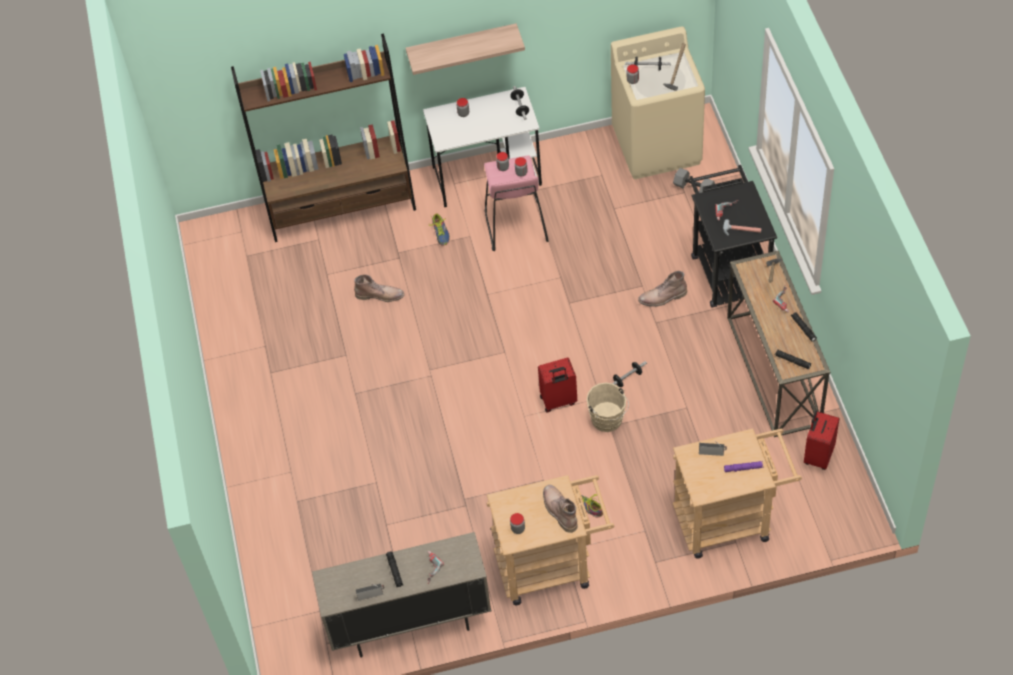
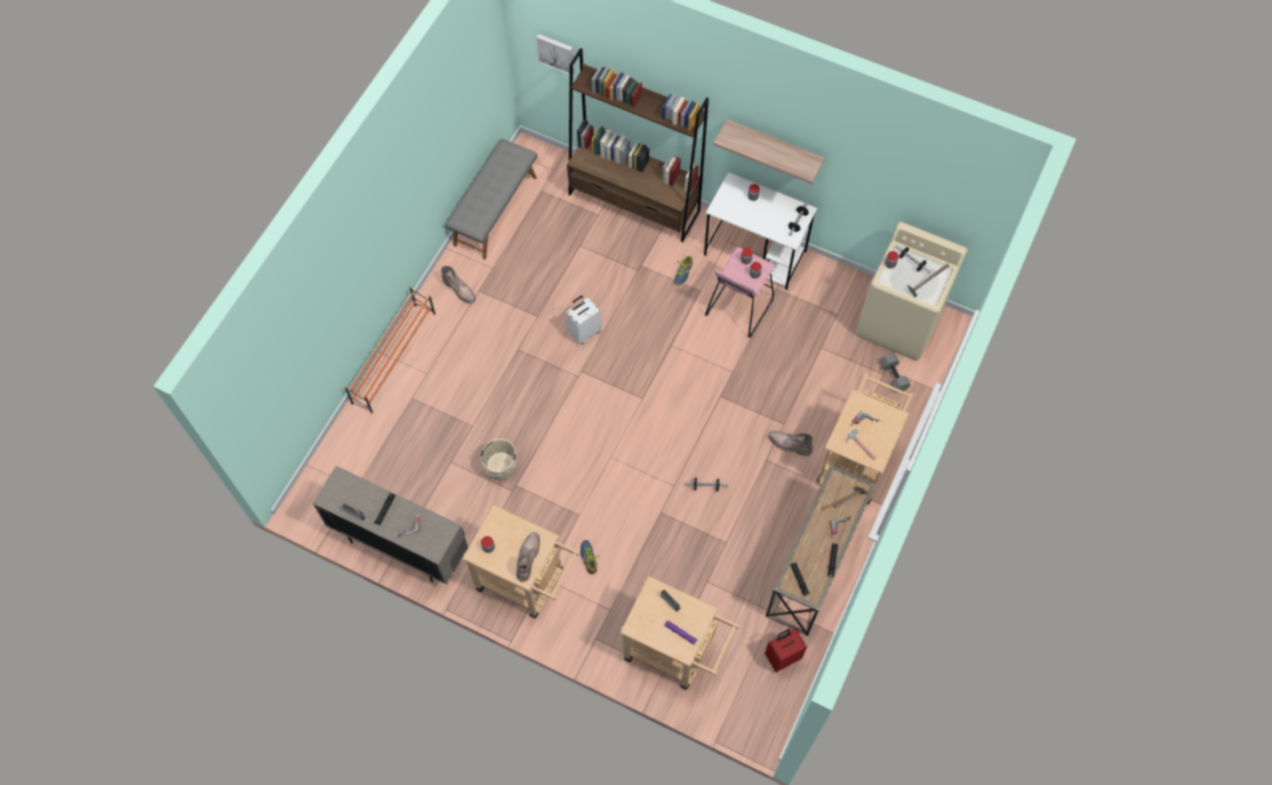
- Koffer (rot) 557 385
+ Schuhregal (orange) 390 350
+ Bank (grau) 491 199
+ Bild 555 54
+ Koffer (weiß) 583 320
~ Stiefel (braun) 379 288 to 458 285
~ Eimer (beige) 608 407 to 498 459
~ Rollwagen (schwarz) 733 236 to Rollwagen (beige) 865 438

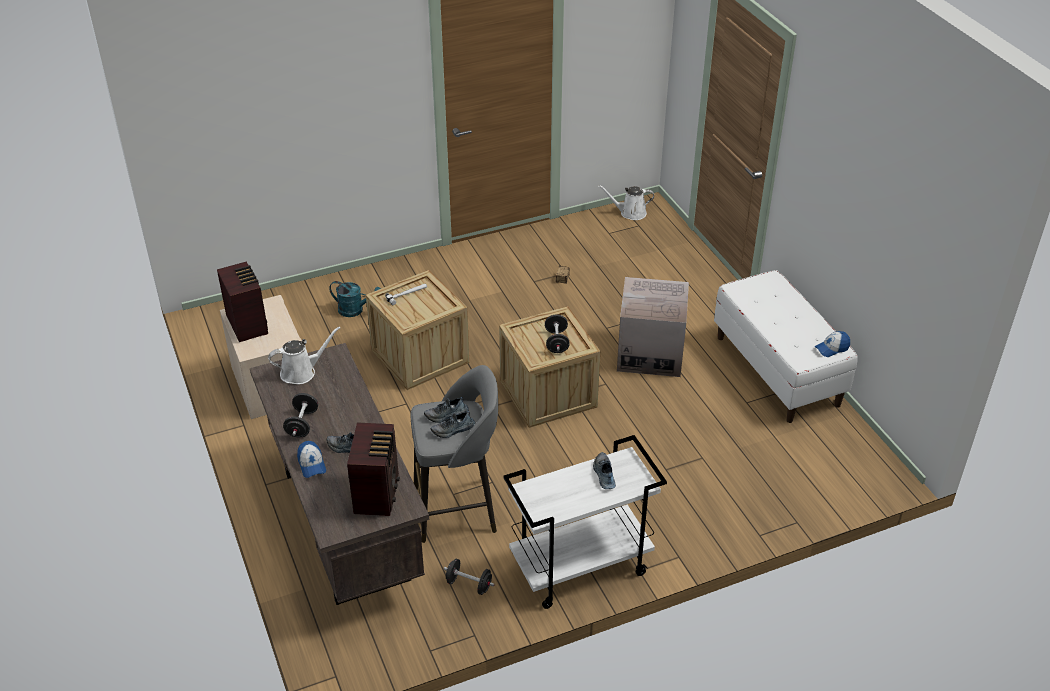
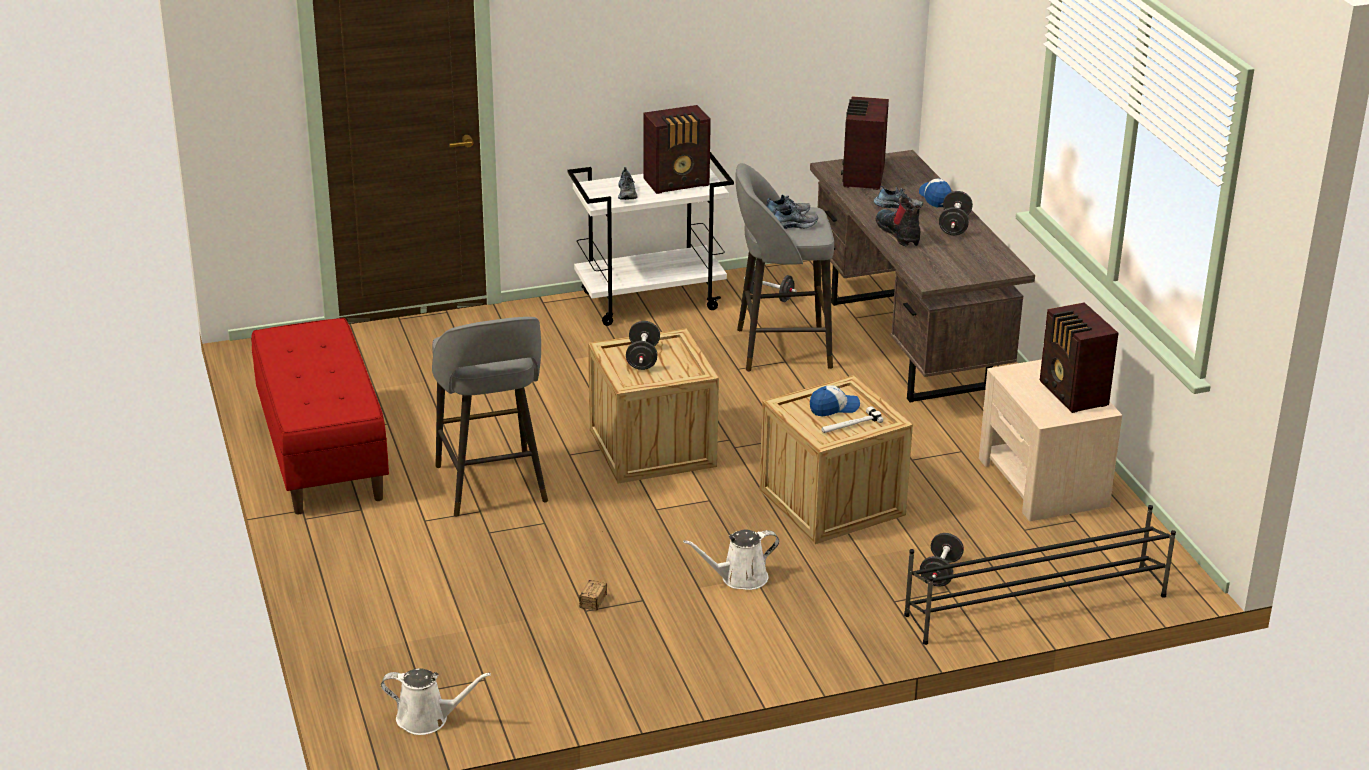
+ Radio 677 149
+ Stiefel 898 221
+ Schuhregal (schwarz) 1040 575
~ Gießkanne (weiß) 304 355 to 731 560
~ Kappe 832 344 to 835 401
~ Gießkanne (türkis) 355 299 to Hantel (schwarz) 942 560
~ Karton 653 327 to Hocker (grau) 490 417
~ Bank (weiß) 786 346 to Bank (rot) 320 416

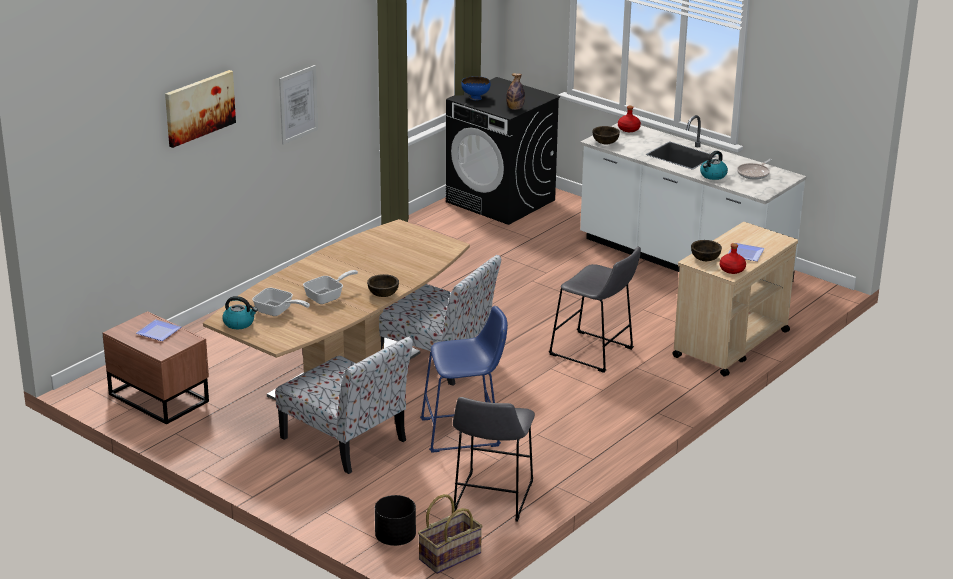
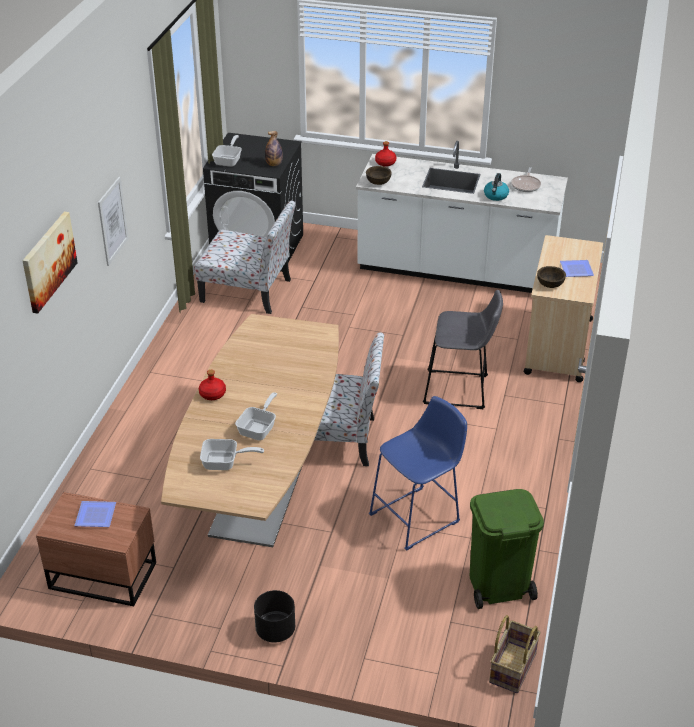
- Wasserkessel 240 312
- Schüssel (braun) 383 285
~ Stuhl 344 405 to 245 257
~ Pflanzkübel (schwarz) 395 520 to 274 616
~ Flasche (rot) 733 258 to 212 385
~ Hocker (grau) 494 459 to Mülleimer (grün) 507 549
~ Schüssel (blau) 475 88 to Pfanne 227 151

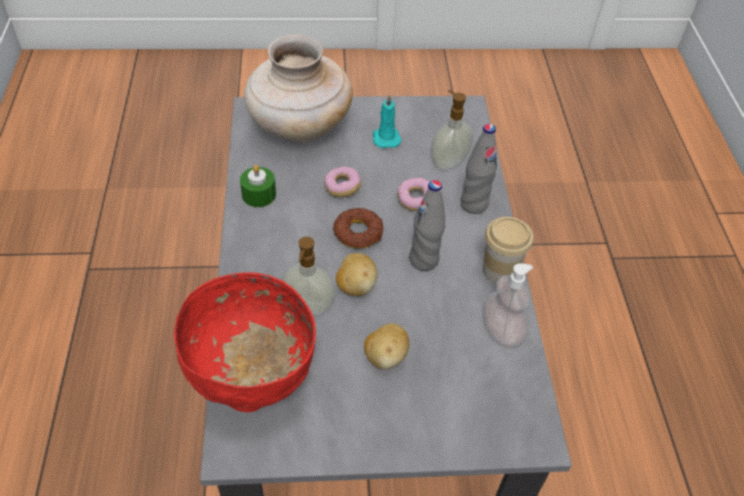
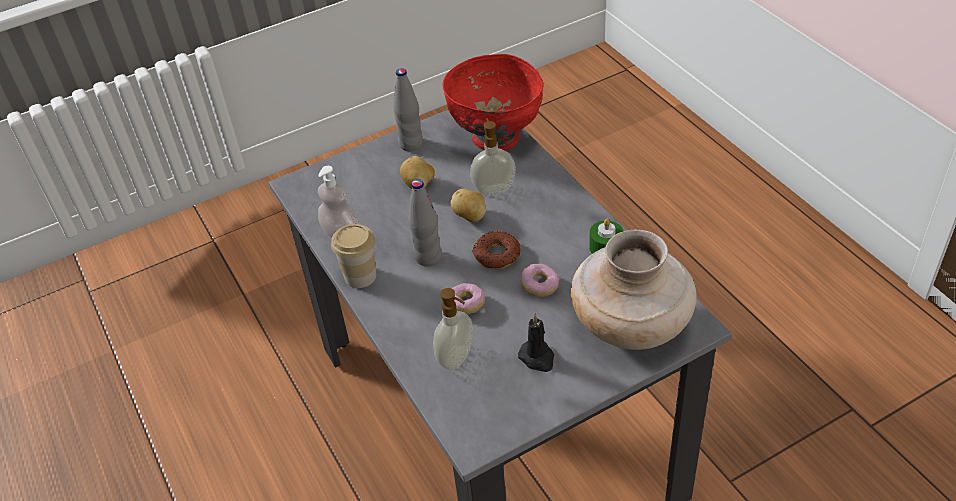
~ Flasche (grau) 478 169 to 408 109
~ Kerze (türkis) 387 121 to Kerze (schwarz) 536 343

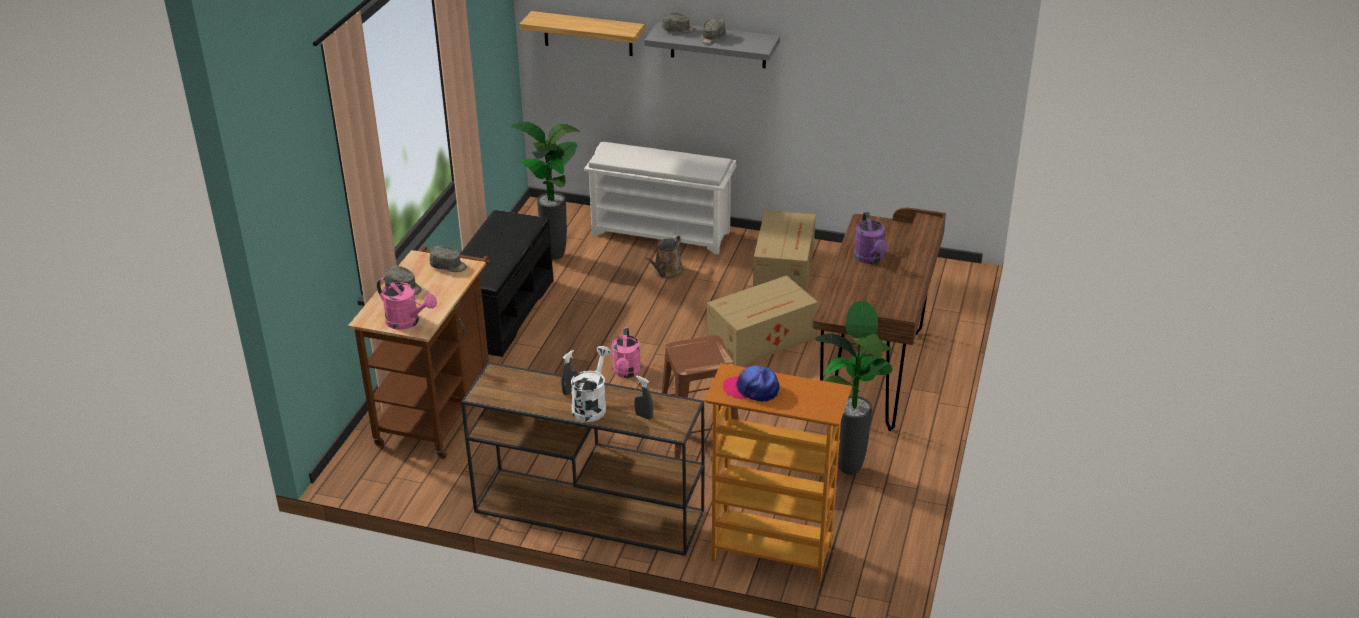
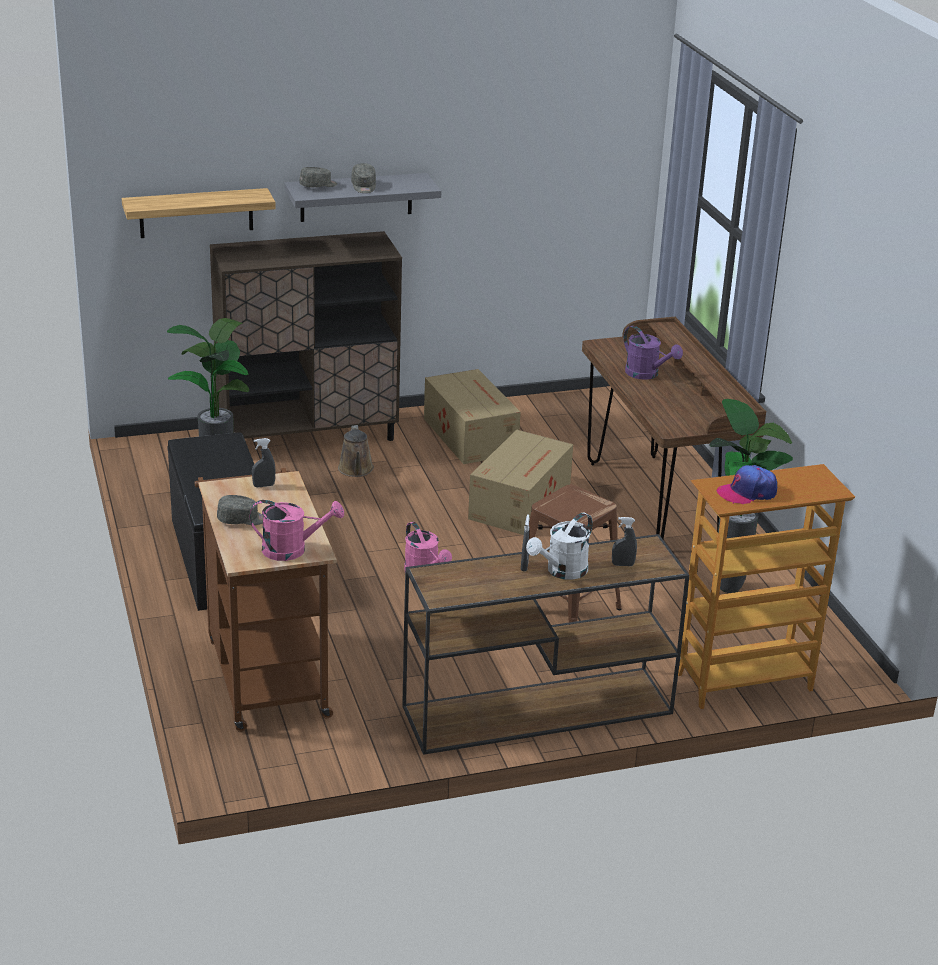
~ Kappe (grau) 448 259 to Sprühflasche (grau) 264 462
~ Schuhregal (weiß) 660 198 to Schrank (braun) 306 336
~ Gießkanne (weiß) 591 384 = 559 546 120 degrees counterclockwise

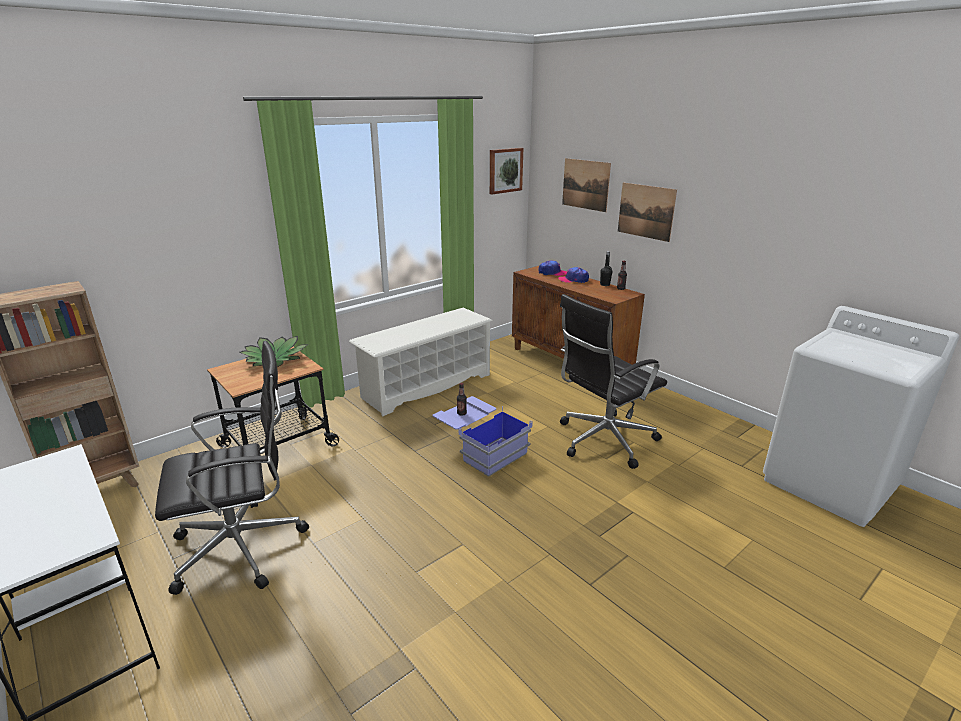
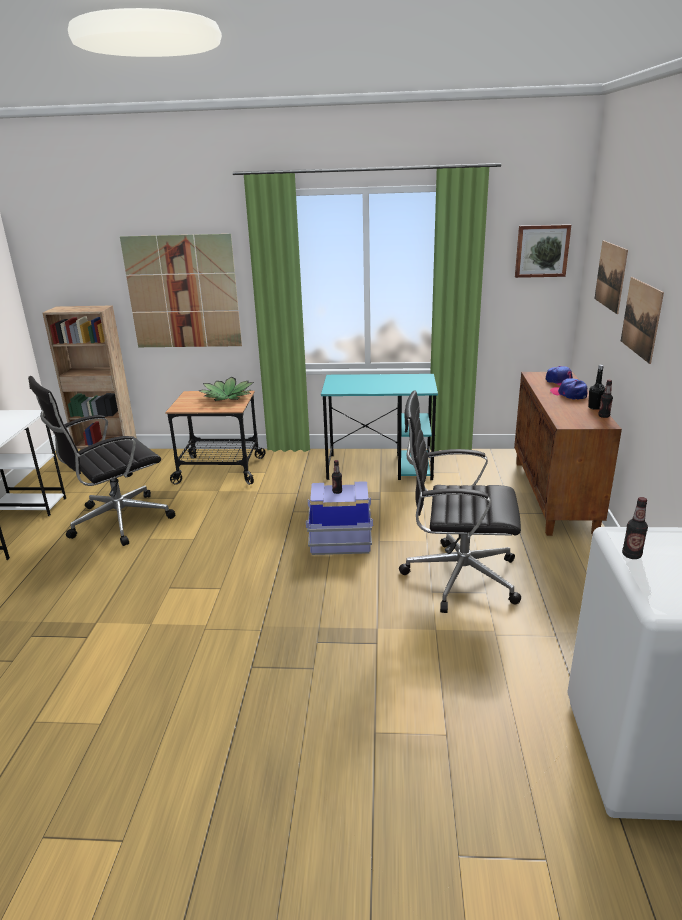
+ Bild 181 290
+ Flasche 635 528
~ Schuhregal (weiß) 421 362 to Schreibtisch (türkis) 379 427
~ Bürostuhl (schwarz) 232 468 = 101 461 120 degrees clockwise

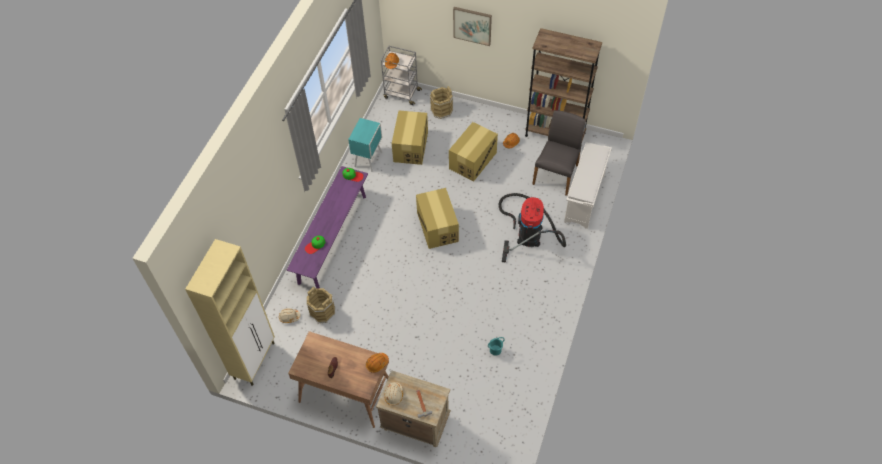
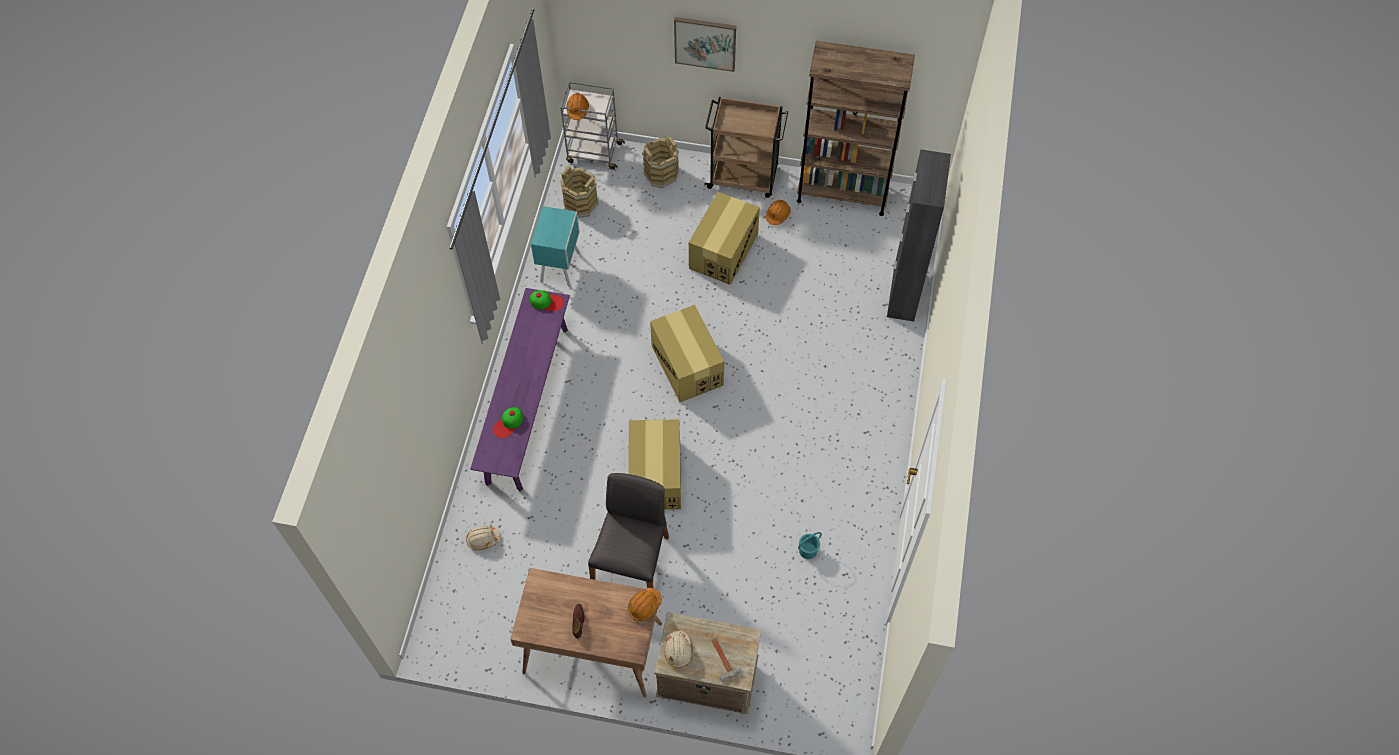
- Schrank (beige) 230 312
- Staubsauger 532 228
+ Rollwagen (braun) 746 147
~ Eimer (braun) 320 305 to 579 192
~ Karton 410 137 to 654 464
~ Stuhl (grau) 558 153 to 628 530
~ Schuhregal (weiß) 588 185 to Schrank (schwarz) 919 235

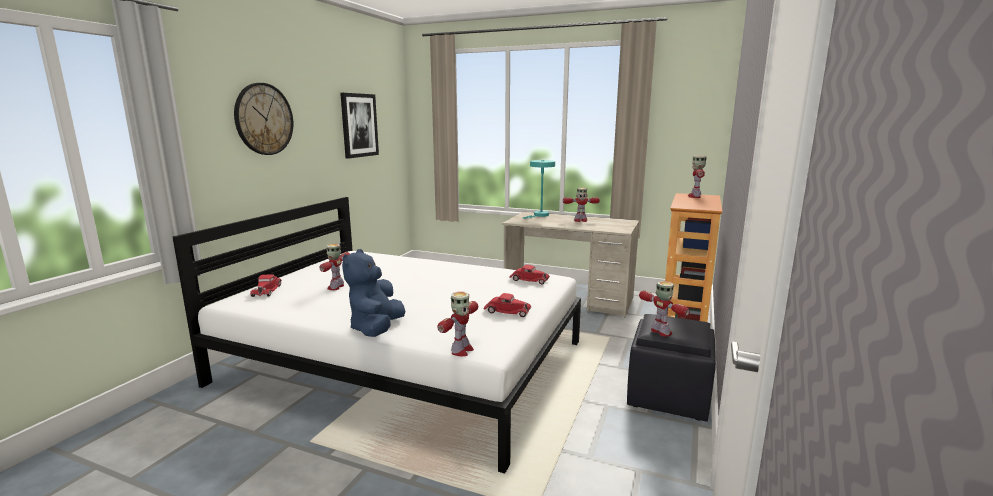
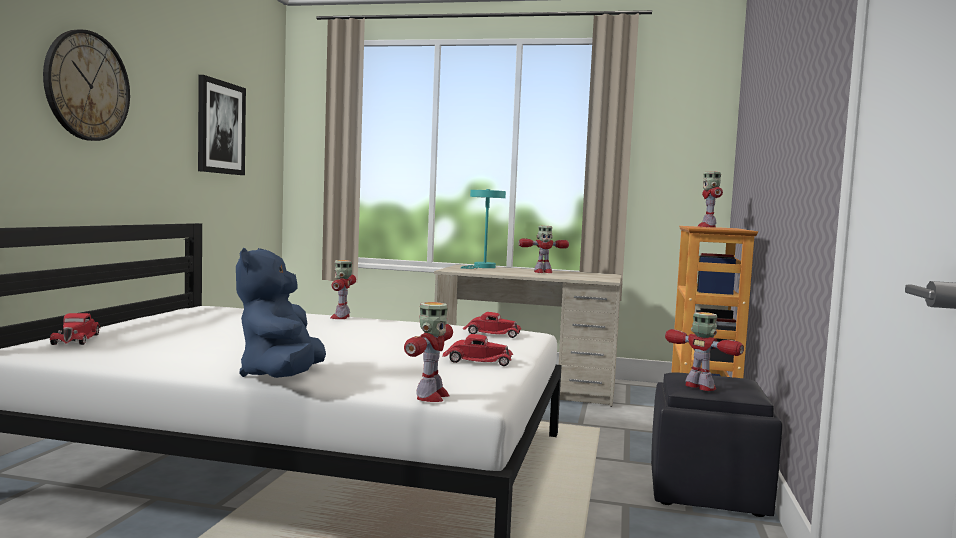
~ Spielzeugroboter 335 267 to 343 289

